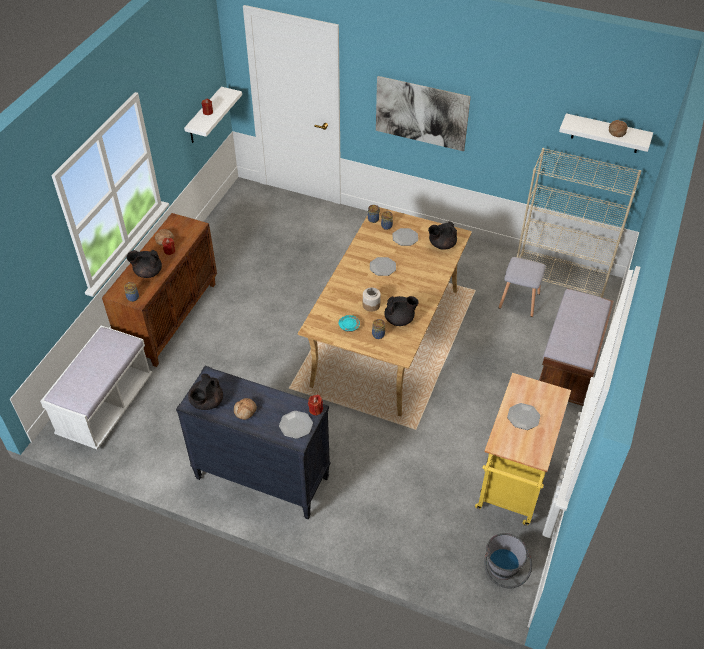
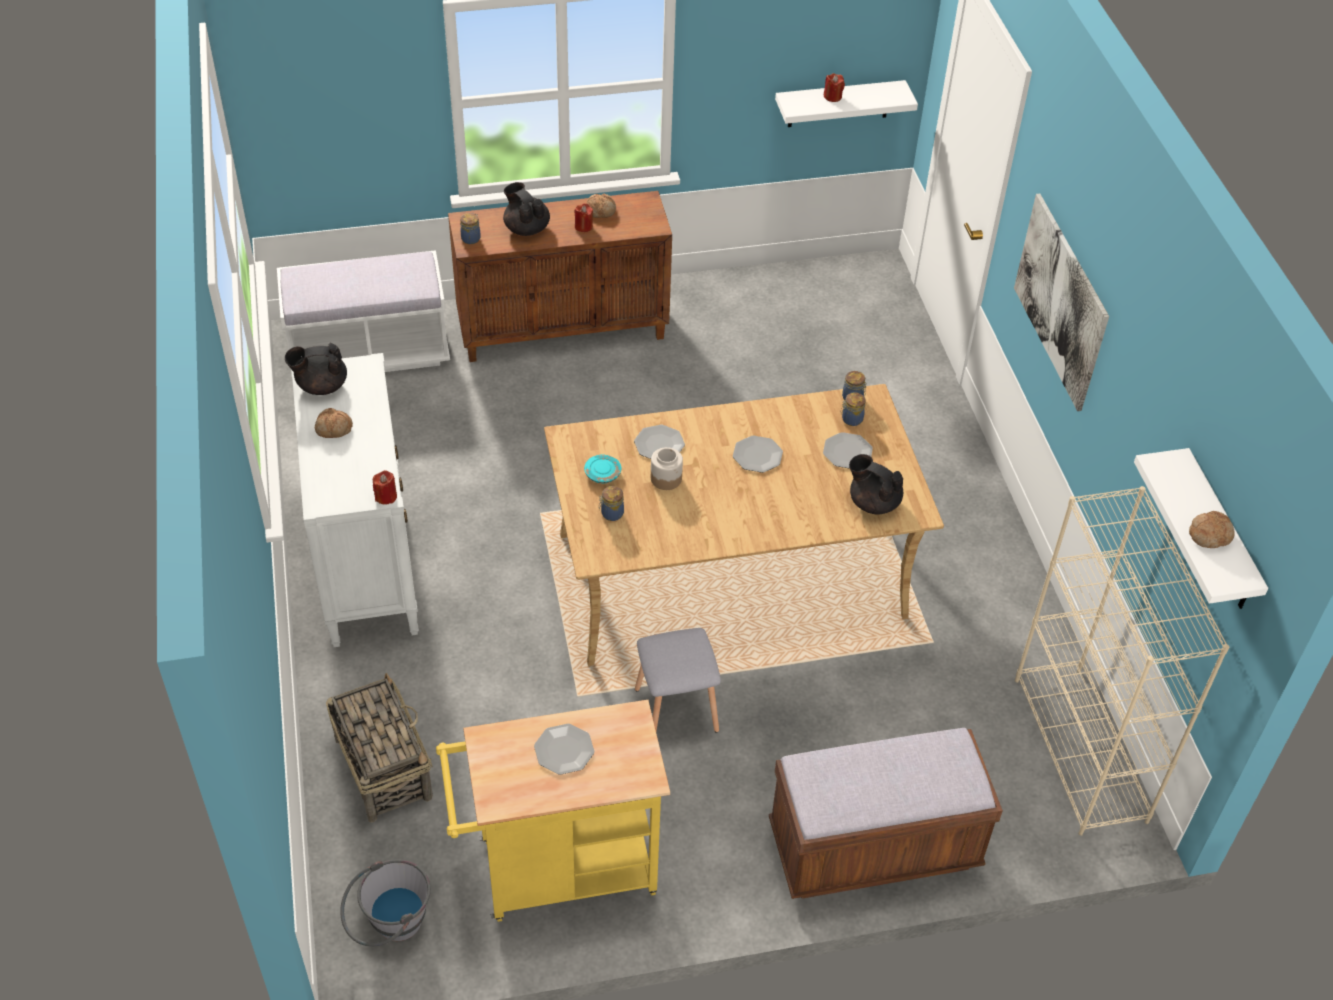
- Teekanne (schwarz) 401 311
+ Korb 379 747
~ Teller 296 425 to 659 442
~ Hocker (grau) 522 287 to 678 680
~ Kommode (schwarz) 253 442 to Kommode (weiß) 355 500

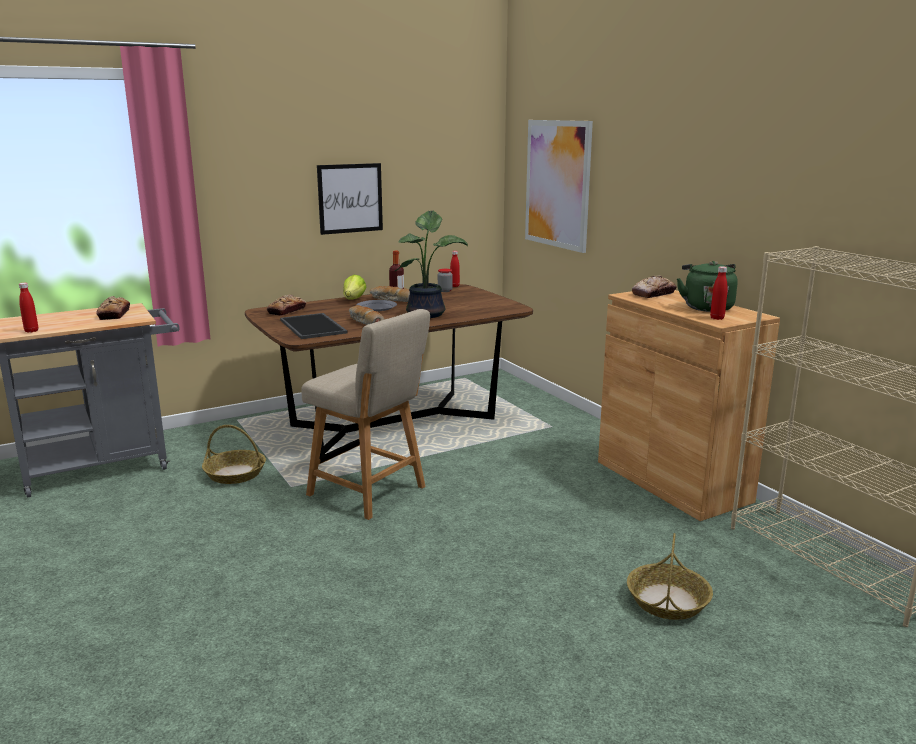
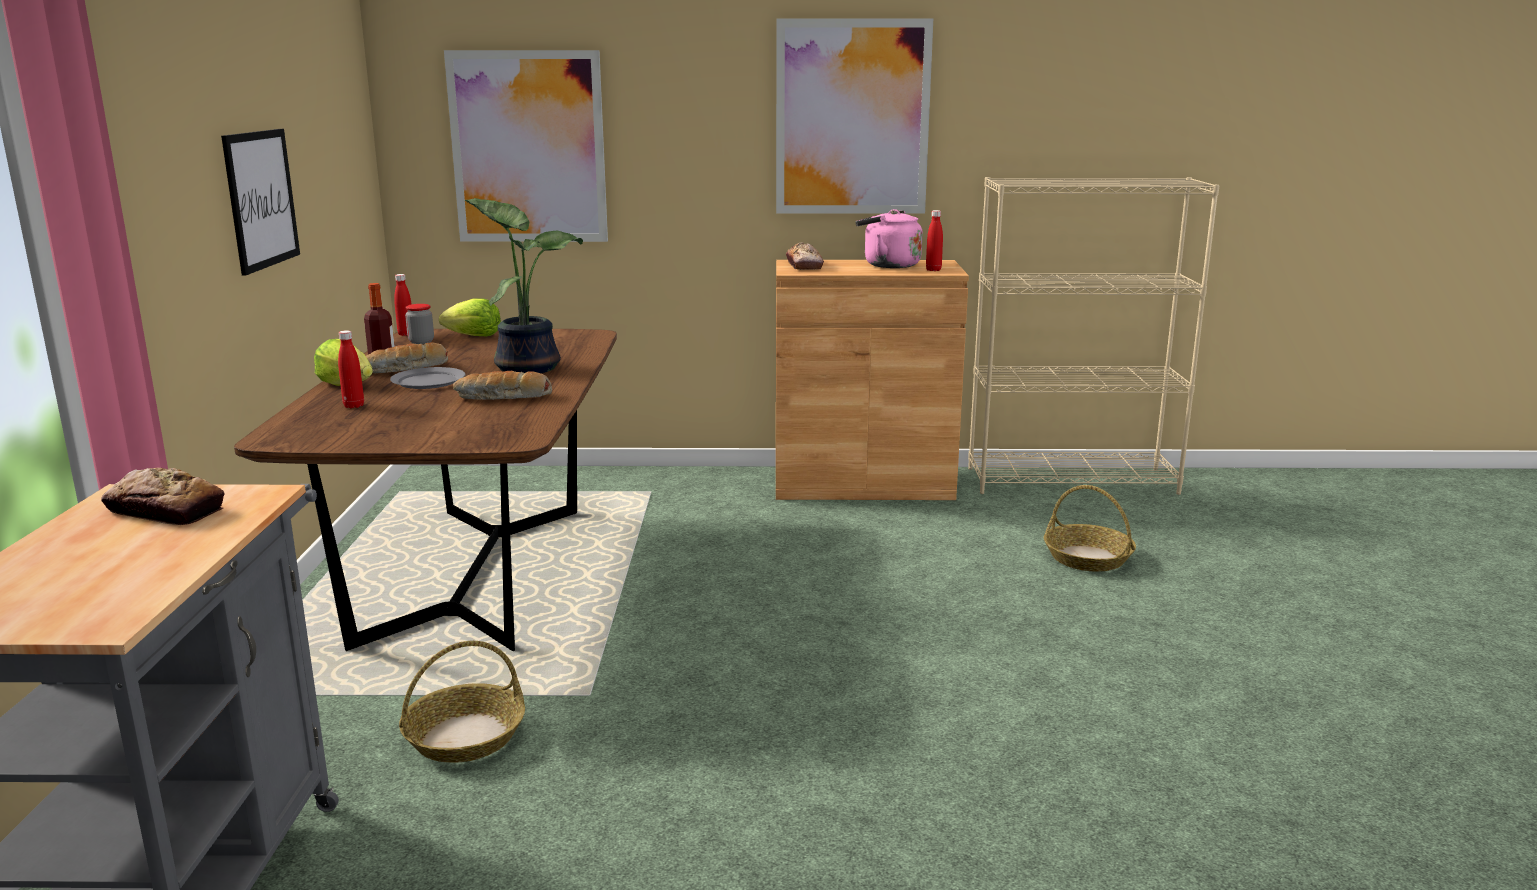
- Brot 286 305
- Tablett 313 326
- Stuhl (beige) 366 414
+ Salatkopf 470 317
+ Bild 854 116
~ Flasche (rot) 28 308 to 351 369
~ Wasserkessel (grün) 707 286 to Wasserkessel (rosa) 888 238

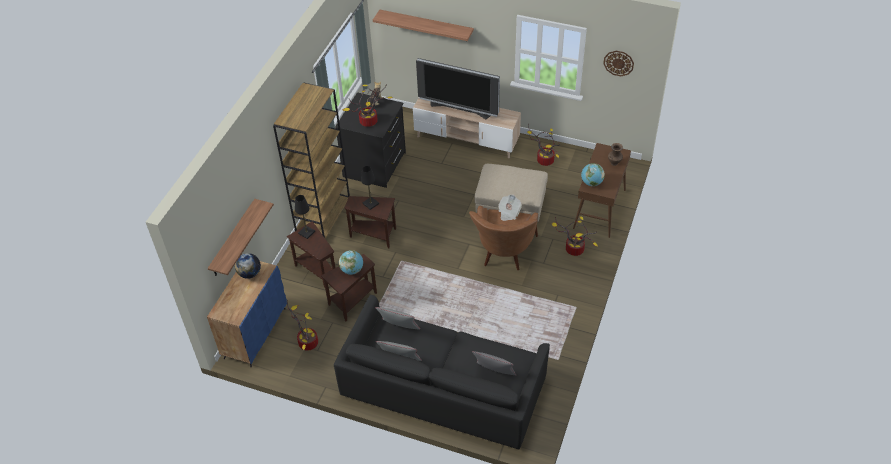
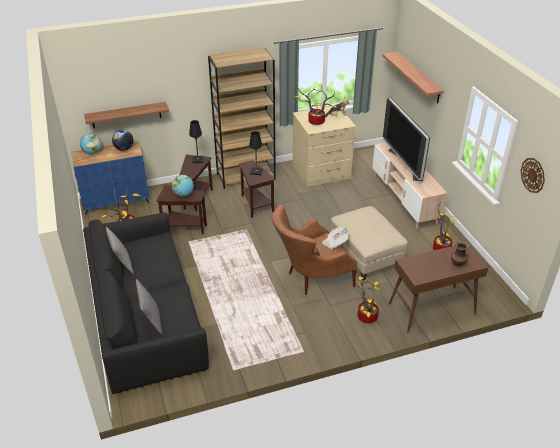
- Kissen (grau) 397 318
~ Globus 593 174 to 91 143
~ Kommode (schwarz) 370 140 to Kommode (beige) 324 147

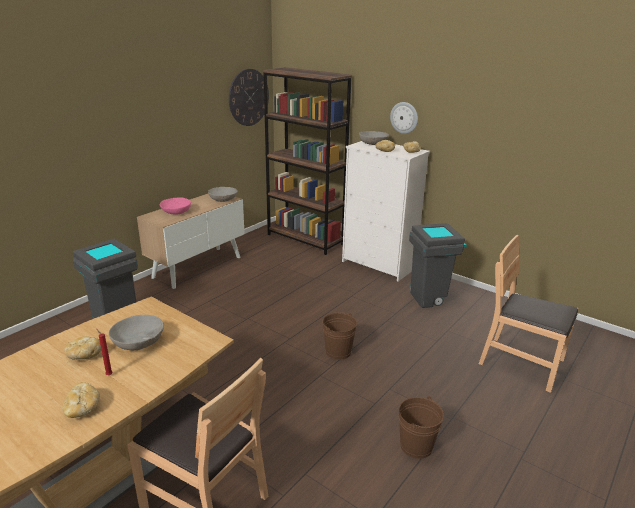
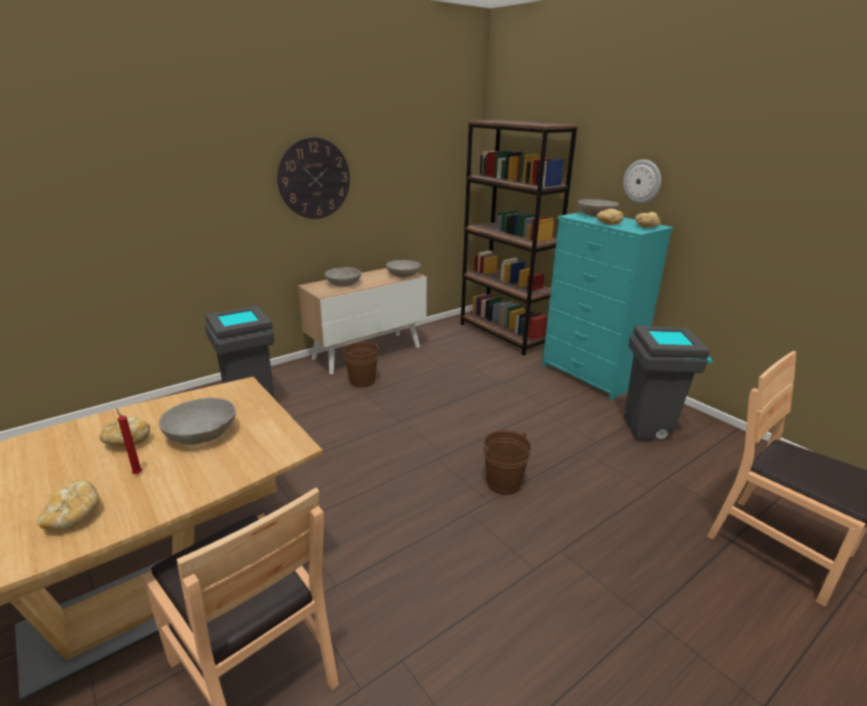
~ Wanduhr 249 97 to 313 178
~ Eimer (braun) 421 427 to 360 364
~ Schüssel (rosa) 175 206 to Schüssel (grau) 343 276
~ Kommode (weiß) 386 211 to Kommode (türkis) 608 306

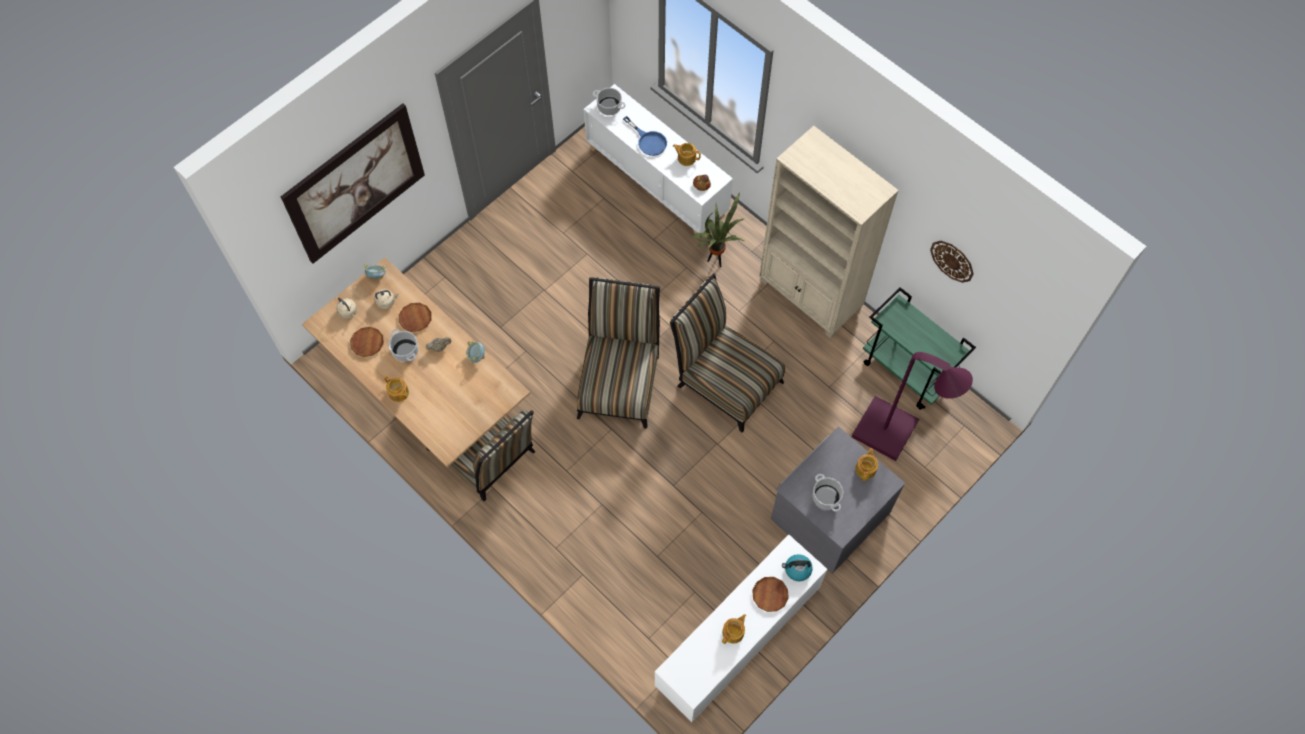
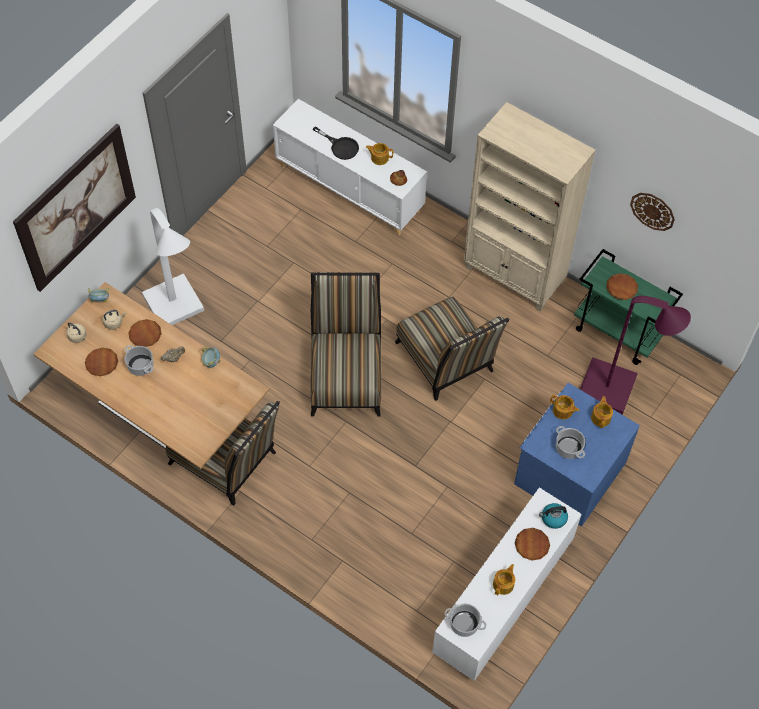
- Topfpflanze 718 229
+ Stehlampe (weiß) 173 266
+ Teller (braun) 622 286
~ Teekanne 396 389 to 564 407
~ Kochtopf 609 101 to 465 620
~ Pfanne (blau) 645 136 to Pfanne (schwarz) 336 143
~ Kommode (grau) 838 500 to Kommode (blau) 577 454
~ Stuhl 727 353 = 452 348 150 degrees counterclockwise

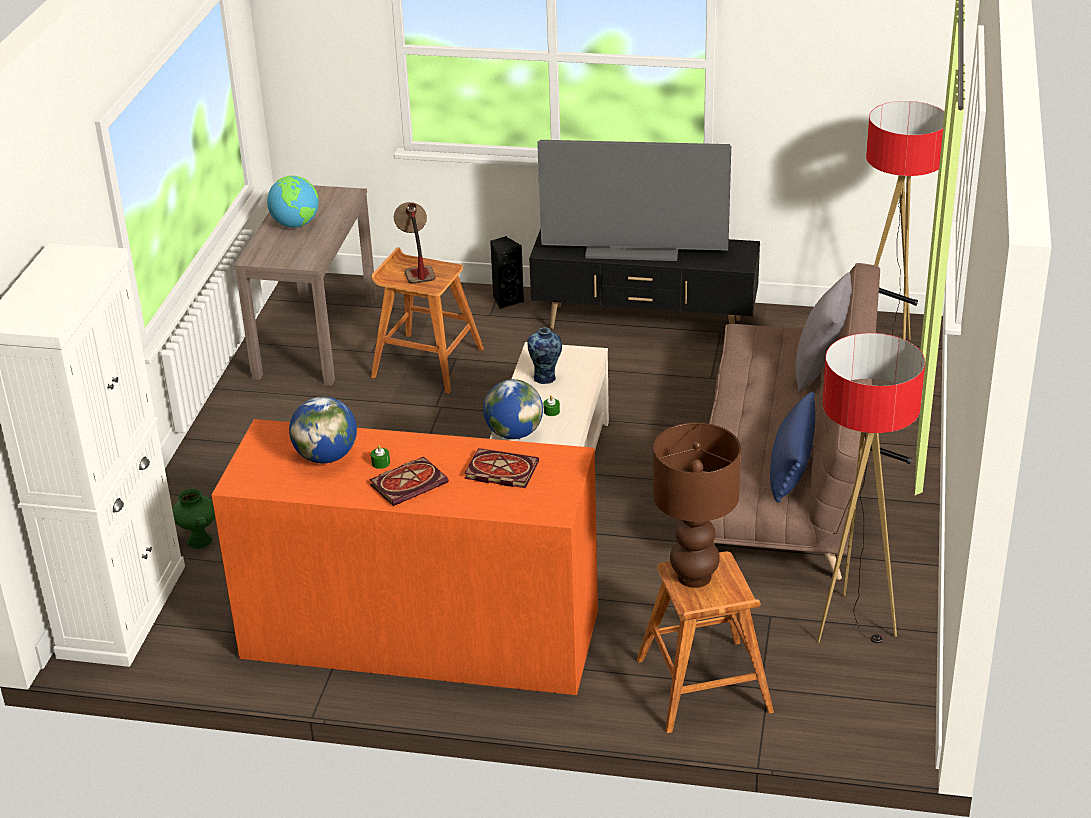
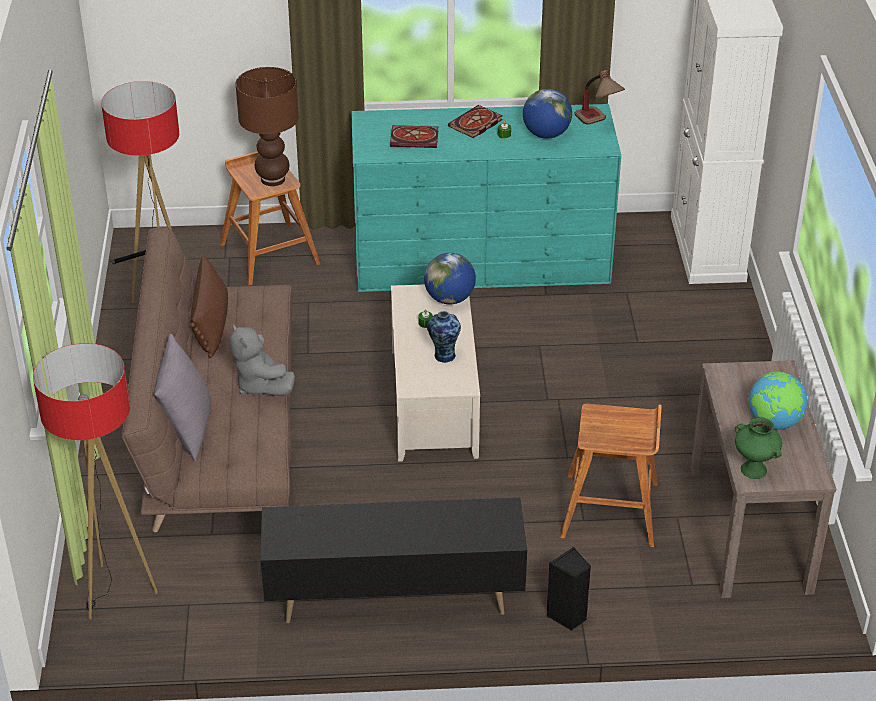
- Fernseher 634 200
+ Plüschtier (grau) 262 359
~ Vase (grün) 193 518 to 758 448
~ Tischlampe 415 243 to 599 97
~ Kommode (orange) 404 557 to Kommode (türkis) 486 198
~ Kissen (blau) 792 446 to Kissen (braun) 209 306

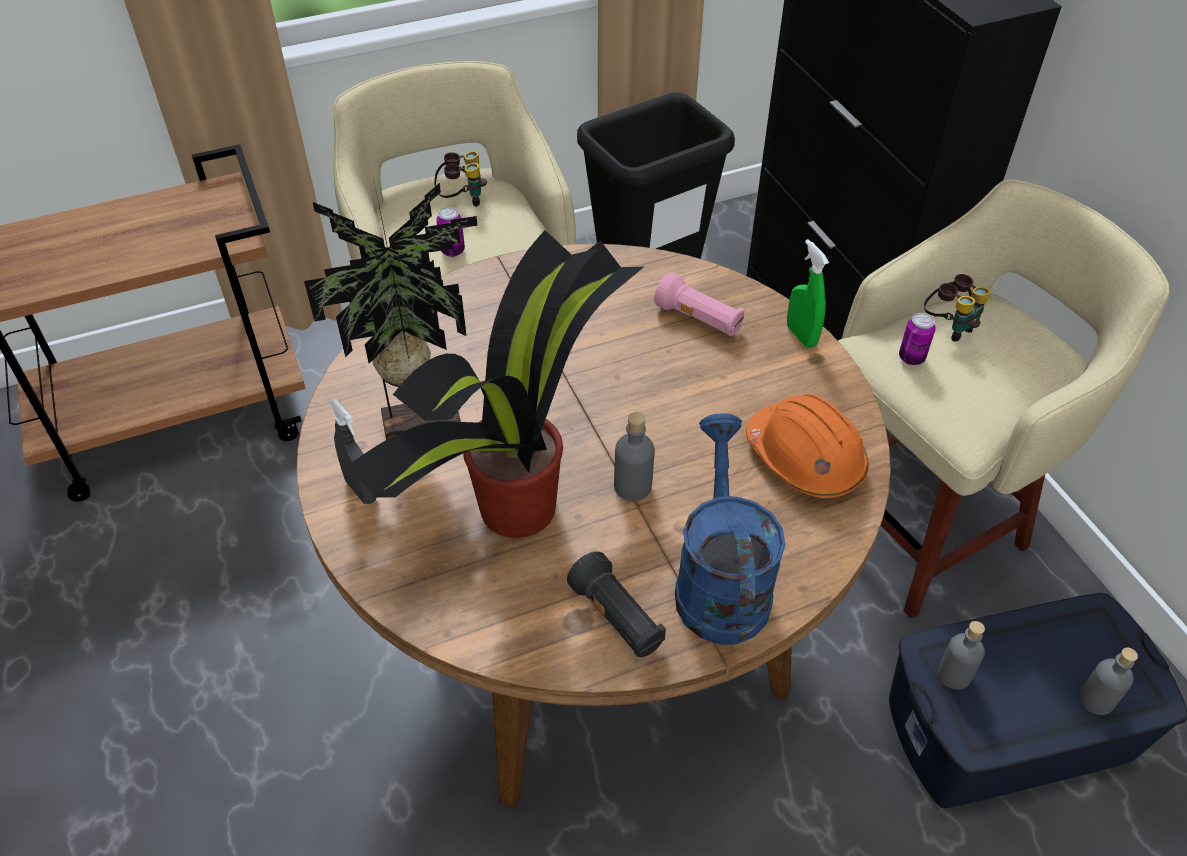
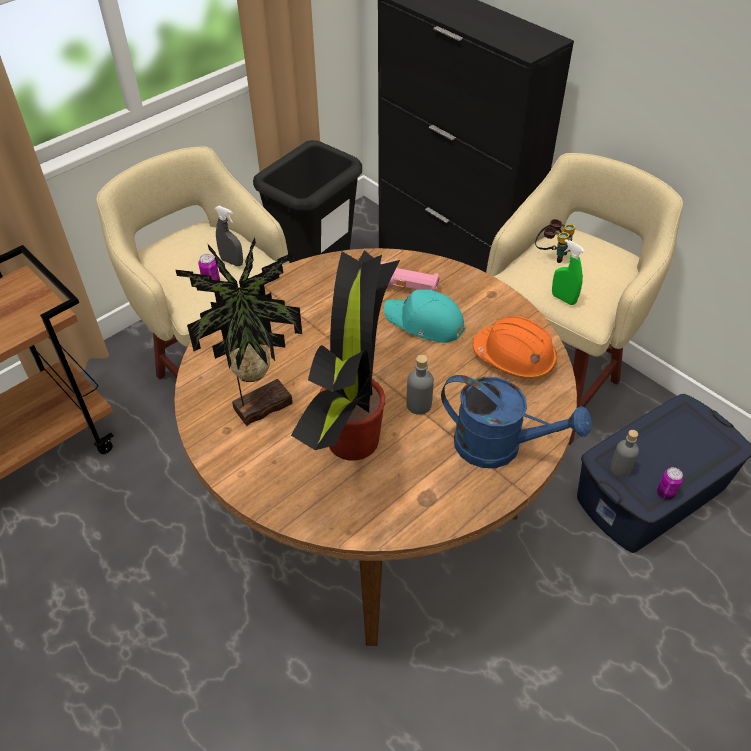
- Fernglas 460 179
- Taschenlampe (schwarz) 616 604
- Flasche (grau) 1108 681
+ Kappe (türkis) 424 316
~ Sprühflasche (grau) 352 451 to 229 236
~ Sprühflasche (grün) 808 293 to 568 272
~ Dose 917 339 to 670 483
~ Gießkanne (blau) 730 529 = 516 421 135 degrees clockwise

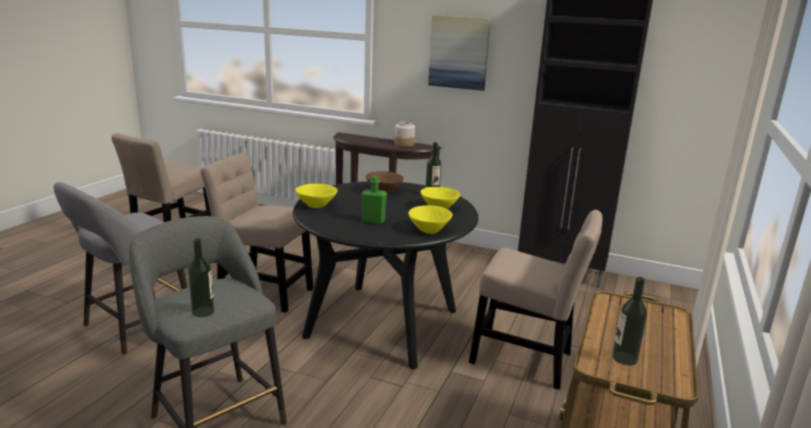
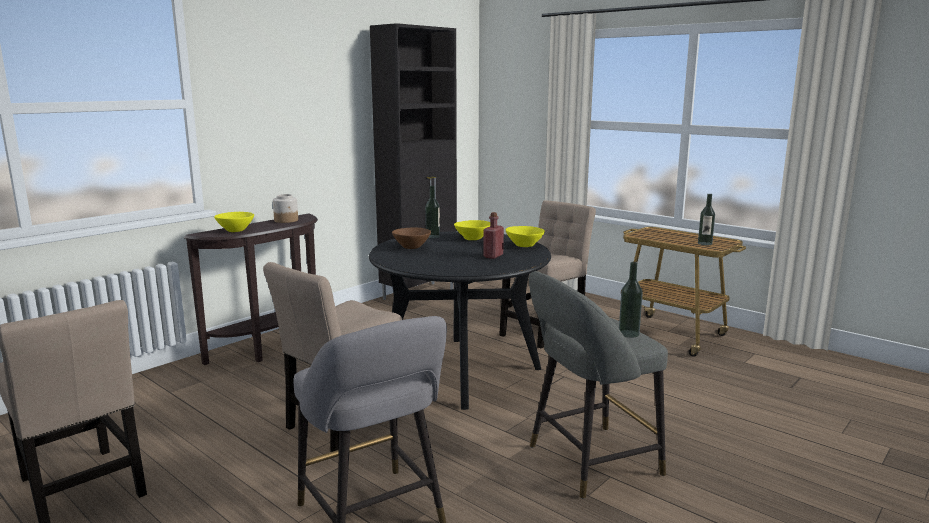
- Bild 459 53
~ Schüssel (gelb) 317 196 to 234 222
~ Flasche (grün) 374 200 to Flasche (rot) 493 235

